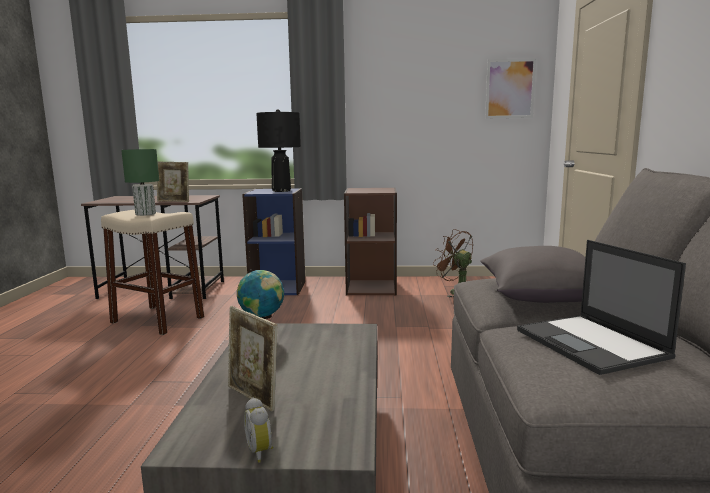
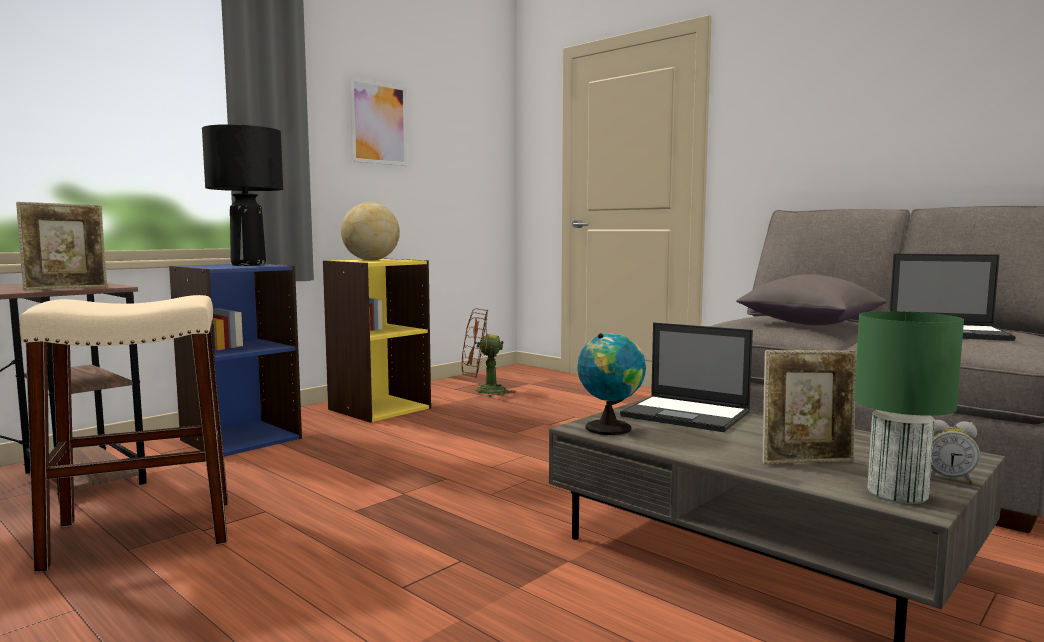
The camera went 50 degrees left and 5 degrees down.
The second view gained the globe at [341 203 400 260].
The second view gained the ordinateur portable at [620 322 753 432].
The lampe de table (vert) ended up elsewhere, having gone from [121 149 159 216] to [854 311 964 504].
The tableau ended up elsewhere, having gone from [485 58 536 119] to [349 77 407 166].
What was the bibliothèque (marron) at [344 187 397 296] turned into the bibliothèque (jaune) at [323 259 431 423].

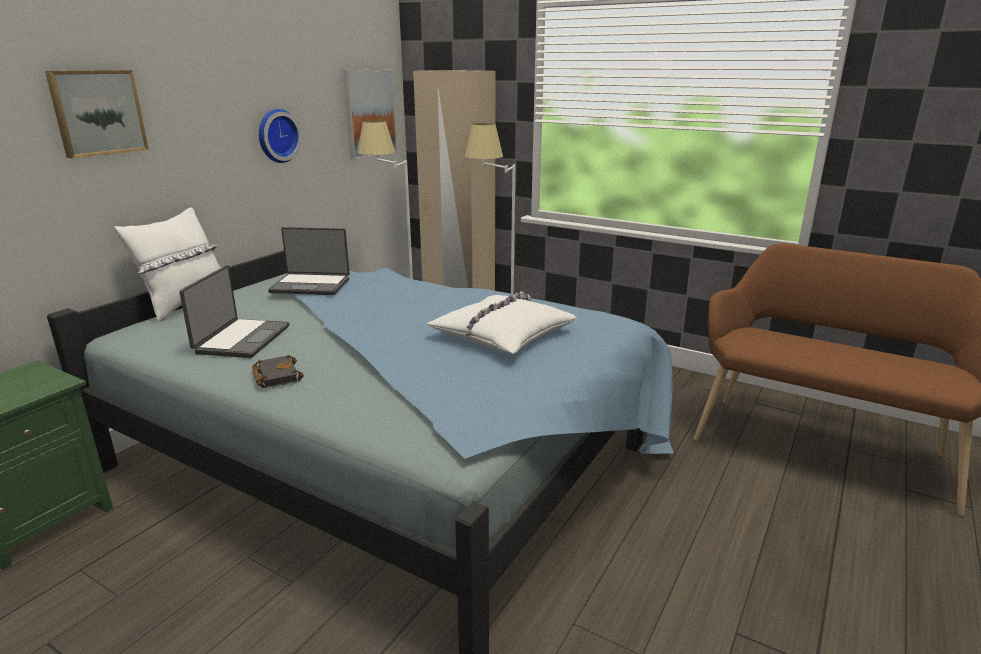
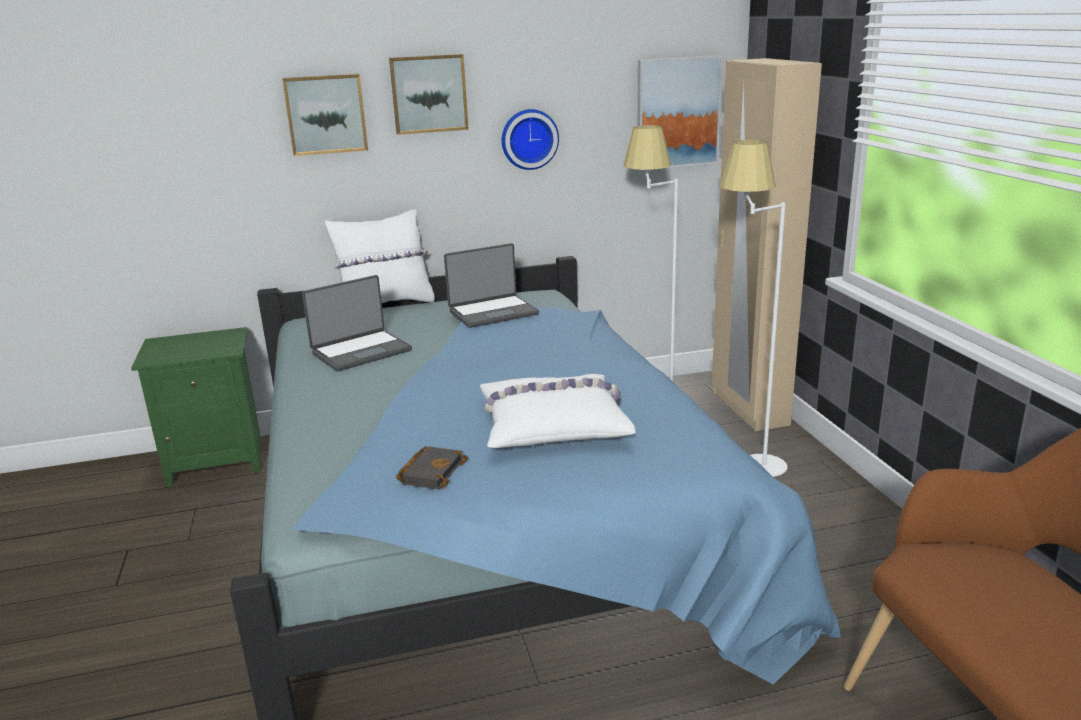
The camera went 45 degrees right and 0 degrees up.
The second view gained the tableau at [389 54 469 135].
The livre (noir) ended up elsewhere, having gone from [252 355 304 388] to [396 446 468 490].
The ordinateur portable at [268 227 350 295] ended up facing another way, 75 degrees counterclockwise from before.

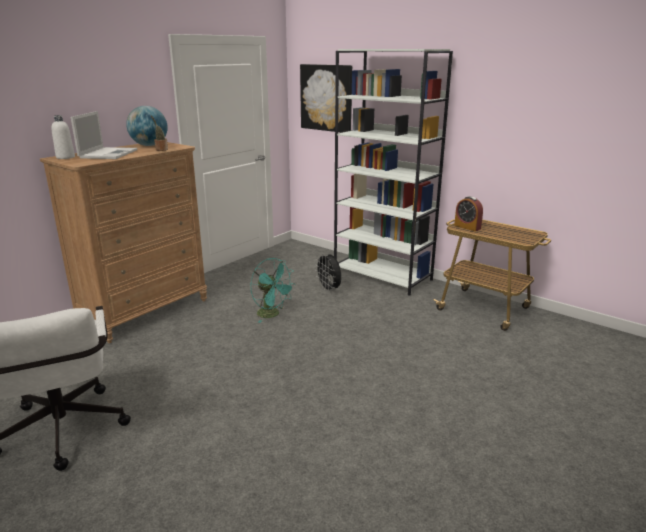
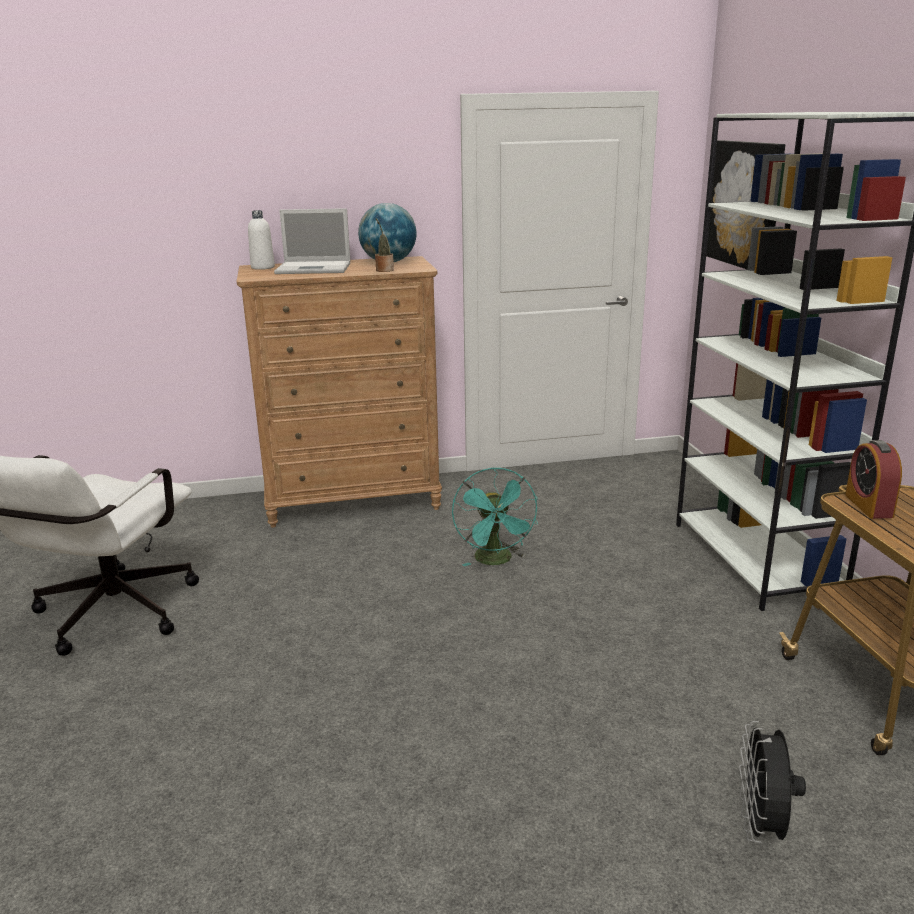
The camera went 40 degrees right and 0 degrees up.
The ventilateur (noir) ended up elsewhere, having gone from [315 253 341 292] to [739 721 806 843].
The ordinateur portable at [71 111 137 159] ended up facing another way, 45 degrees clockwise from before.

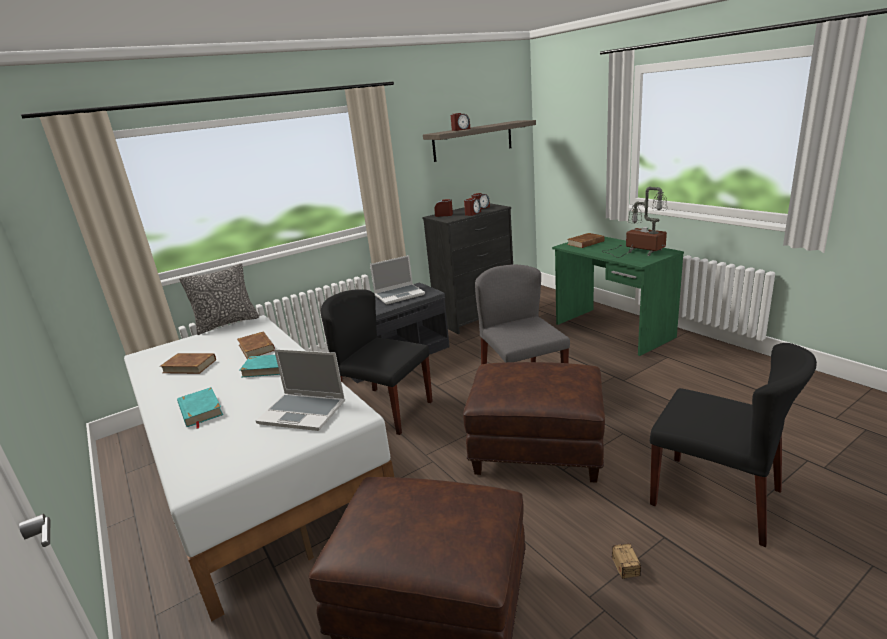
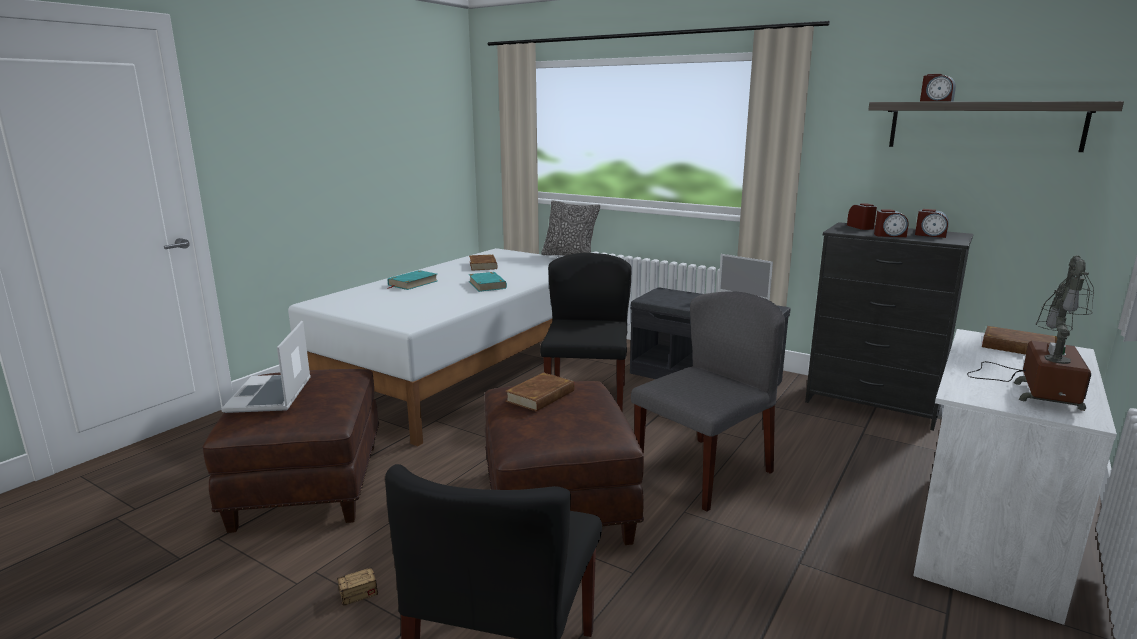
The camera went 65 degrees right and 5 degrees down.
The livre (marron) ended up elsewhere, having gone from [237 331 275 359] to [505 372 574 411].
The ordinateur portable ended up elsewhere, having gone from [256 349 345 431] to [221 321 311 413].
What was the bureau (vert) at [552 237 684 356] turned into the bureau (blanc) at [913 329 1117 625].

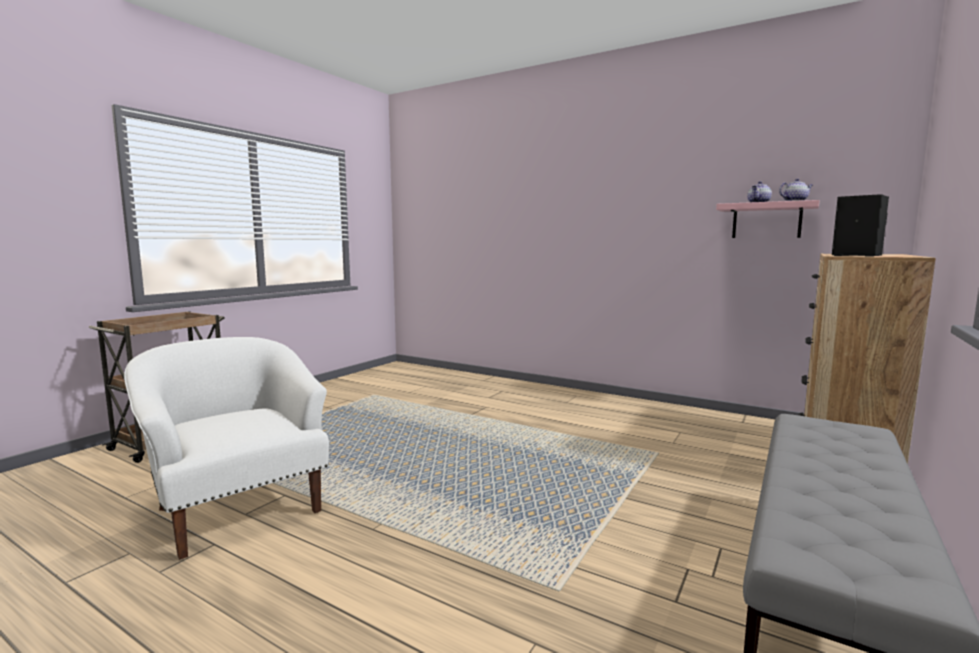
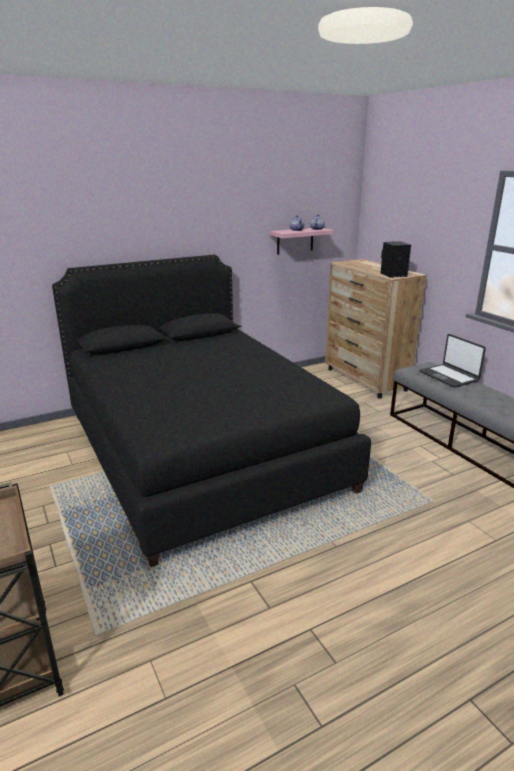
The camera went 60 degrees left and 15 degrees up.
The second view lost the fauteuil (blanc) at [124 337 329 560].
The second view gained the lit (noir) at [52 255 371 567].
The second view gained the ordinateur portable at [420 334 486 387].

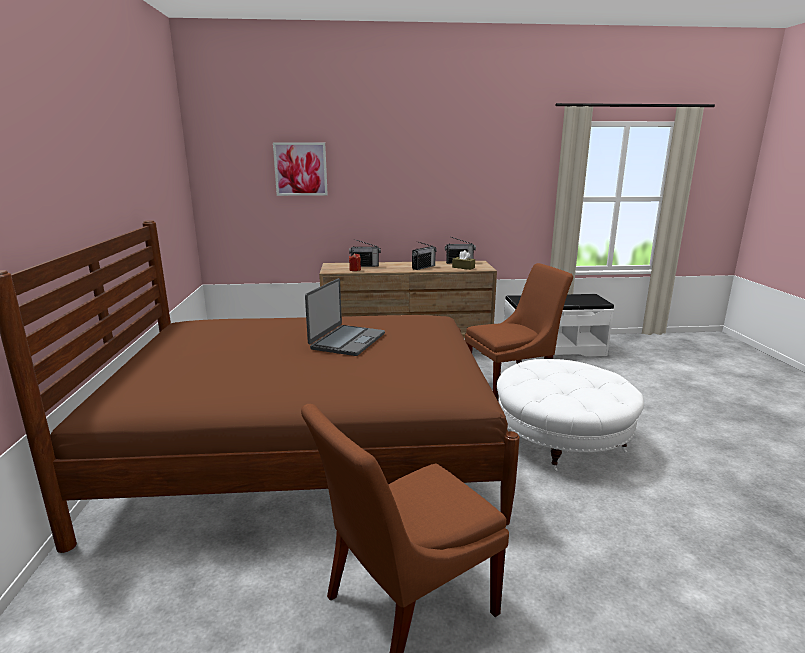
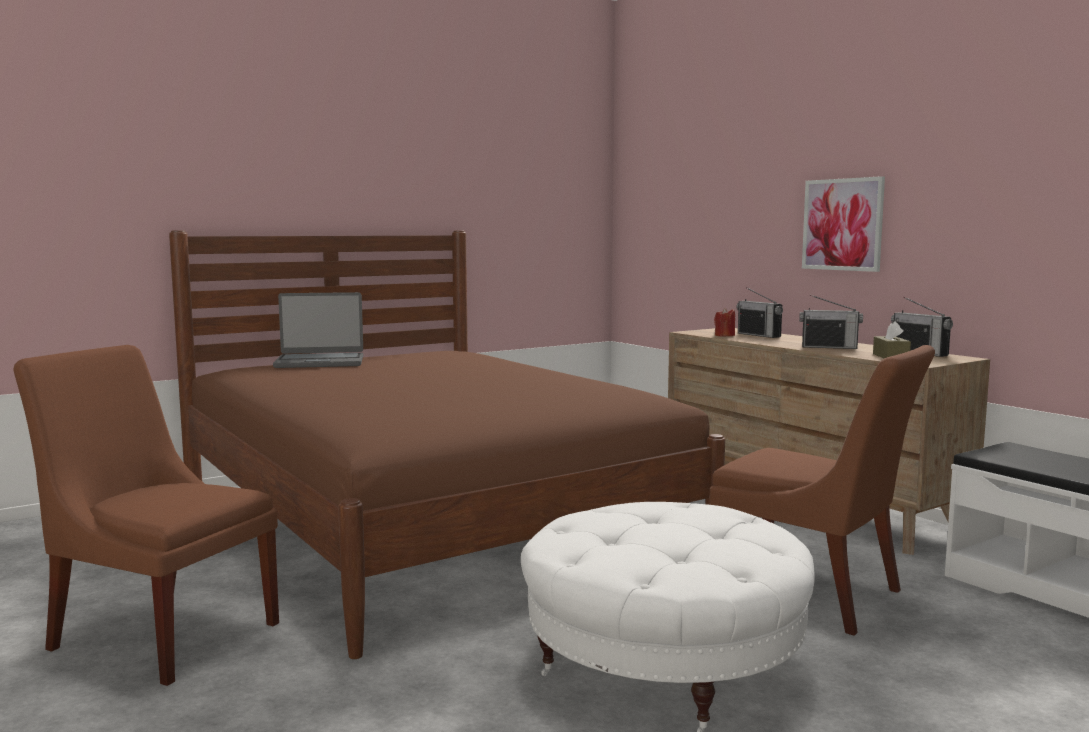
The camera went 60 degrees right and 10 degrees down.
The tableau ended up elsewhere, having gone from [273 143 328 196] to [802 176 885 272].
The ordinateur portable ended up elsewhere, having gone from [305 278 385 356] to [273 292 363 368].

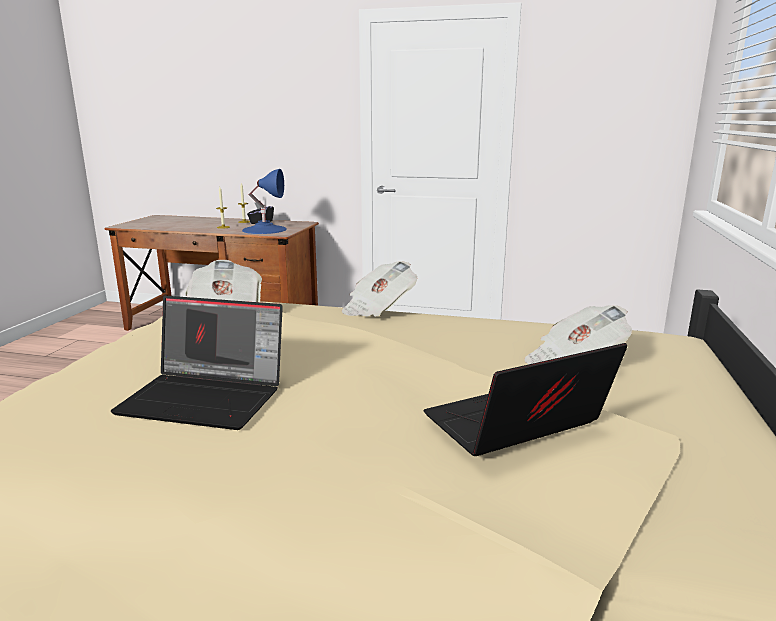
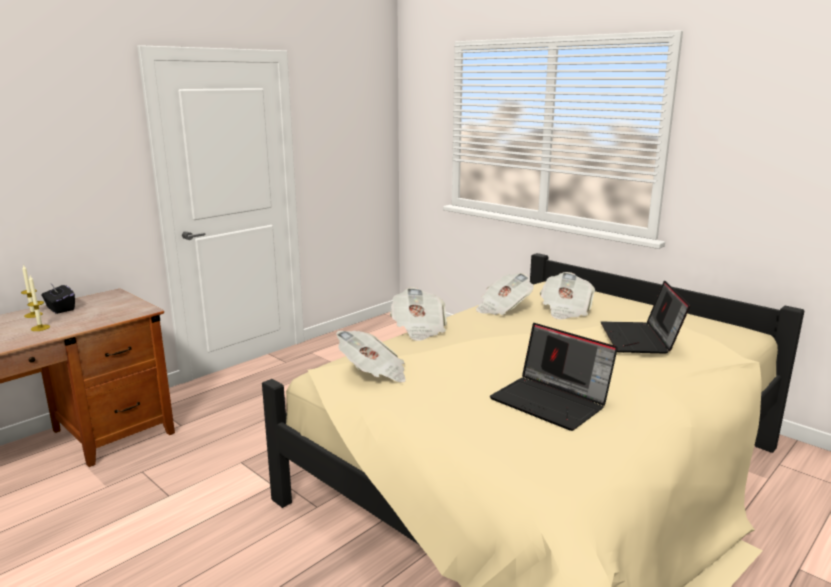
The camera went 60 degrees left and 0 degrees up.
The second view lost the lampe de table (bleu) at [242 169 287 234].
The second view gained the journal at [476 273 534 315].
The ordinateur portable at [111 296 283 430] ended up facing another way, 90 degrees clockwise from before.

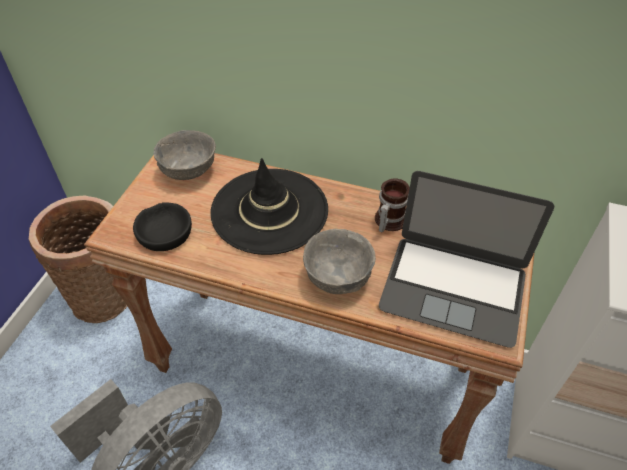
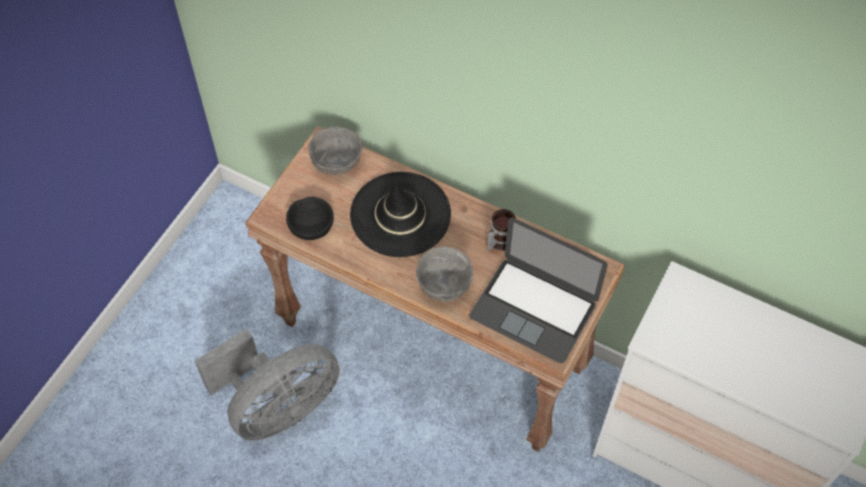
The camera went 10 degrees right and 10 degrees up.
The second view lost the panier at [29 196 127 323].

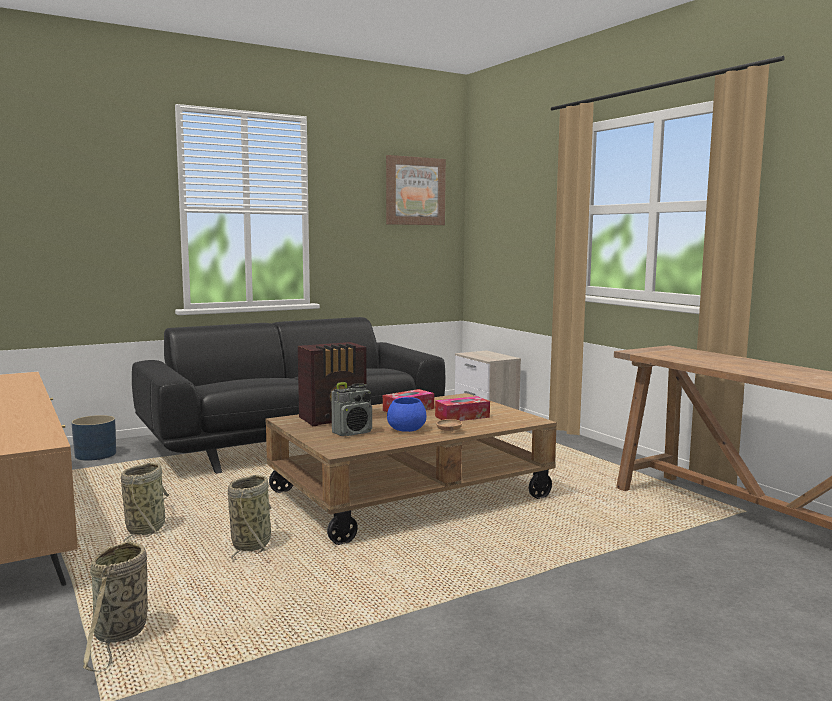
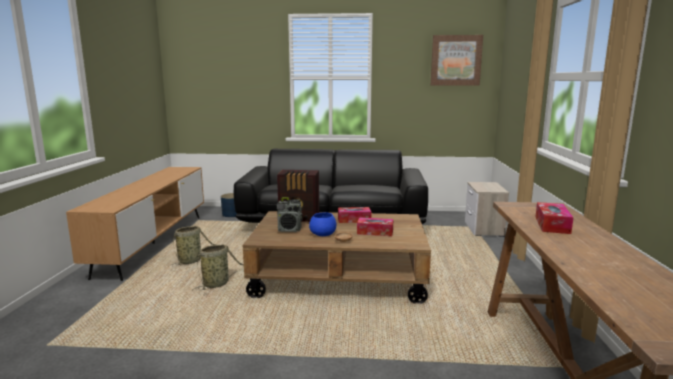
The camera went 35 degrees right and 5 degrees up.
The second view lost the panier at [83 538 148 672].
The second view gained the boîte à mouchoirs at [536 202 574 234].

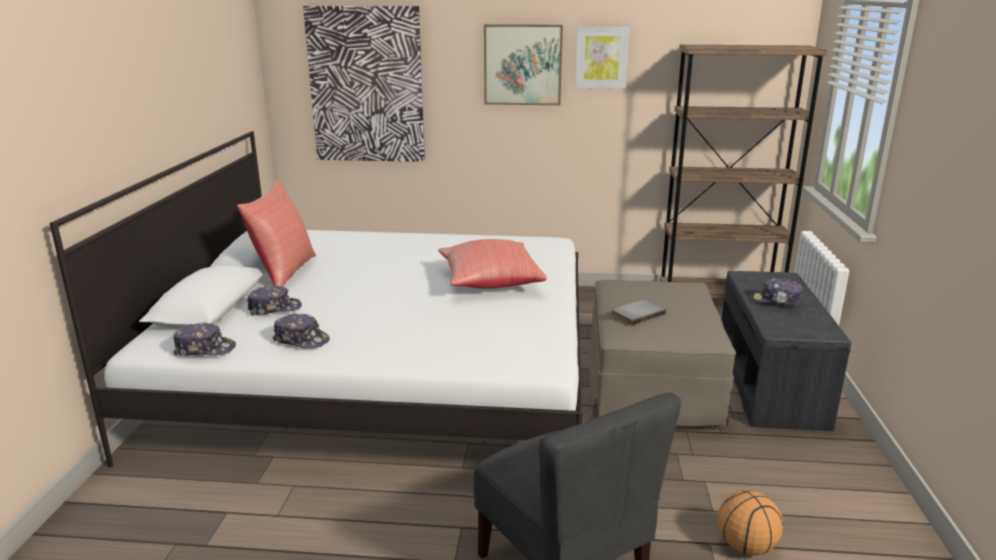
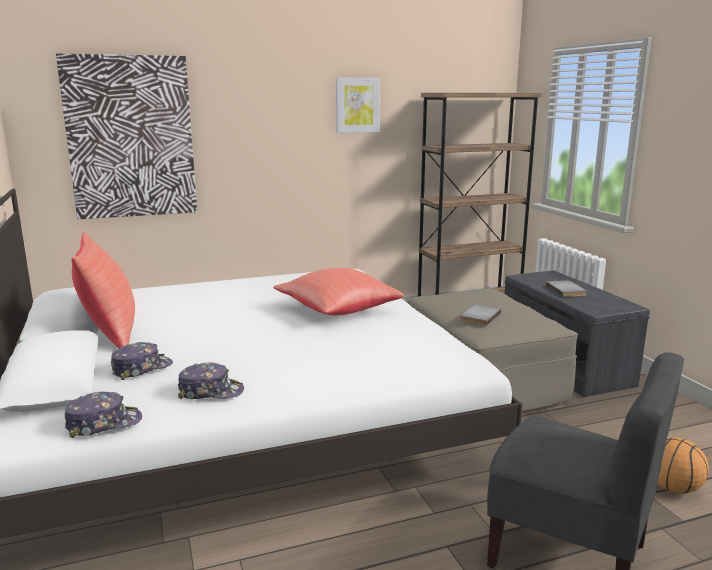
The camera went 25 degrees left and 5 degrees down.
The second view lost the tableau at [484 24 563 105].
Where the casquette stood at [750 278 803 306], the livre (gris) came to stand at [546 280 587 297].

